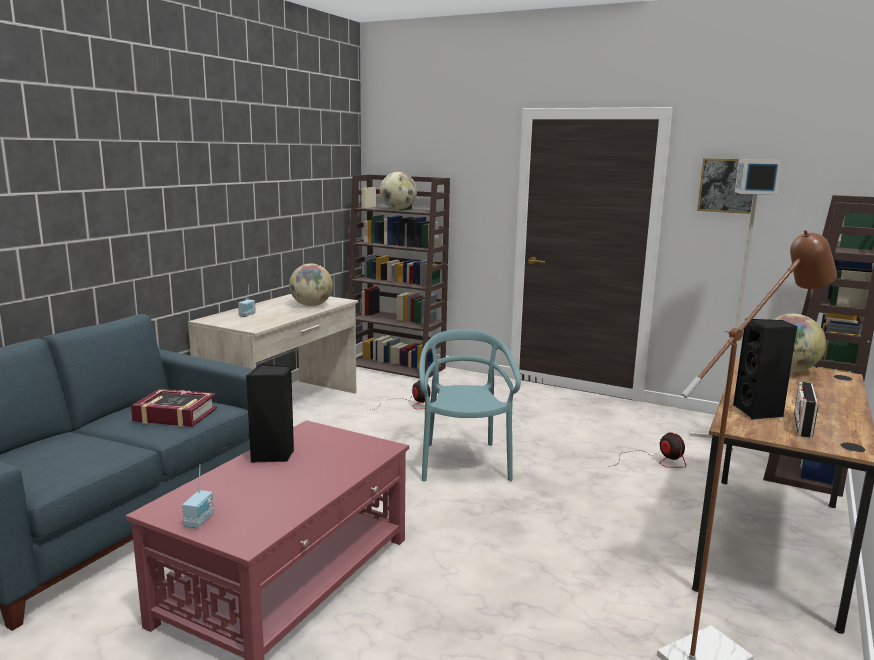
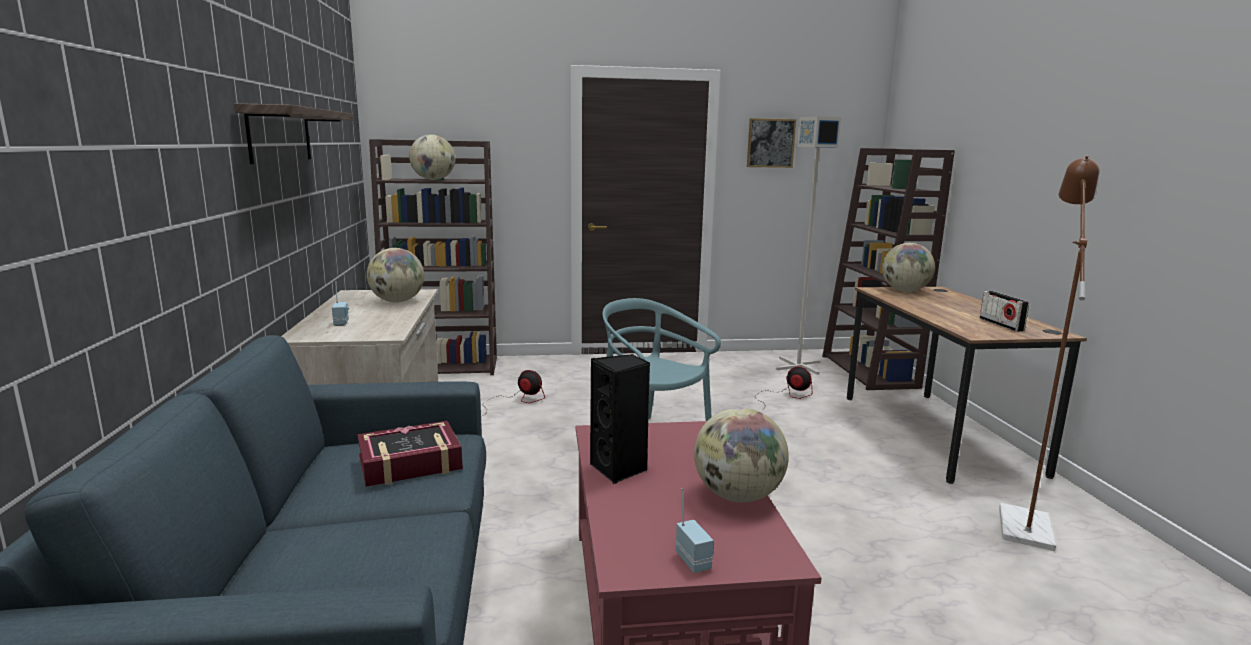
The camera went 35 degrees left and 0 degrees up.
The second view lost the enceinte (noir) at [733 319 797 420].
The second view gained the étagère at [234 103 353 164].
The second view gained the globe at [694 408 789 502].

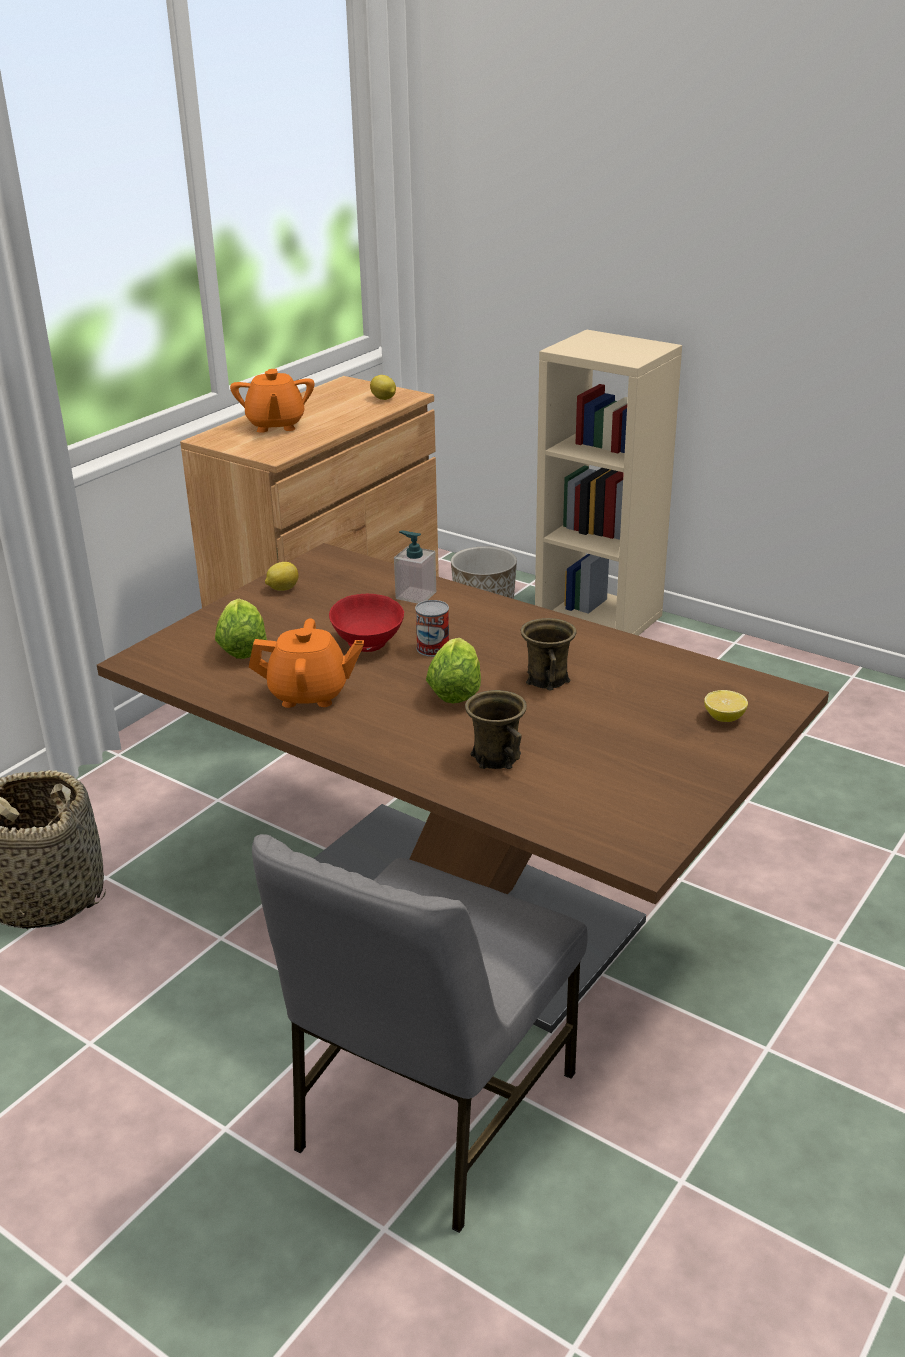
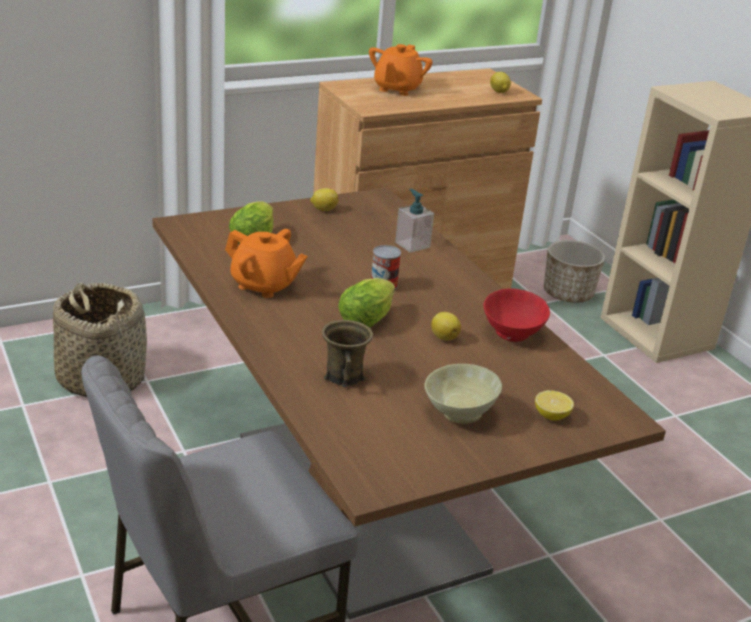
The camera went 25 degrees right and 0 degrees up.
The second view gained the bol (beige) at [425 364 502 424].
The bol (rouge) ended up elsewhere, having gone from [329 594 404 652] to [483 288 550 342].
Where the mug (marron) stood at [521 618 577 690], the citron came to stand at [431 312 461 341].

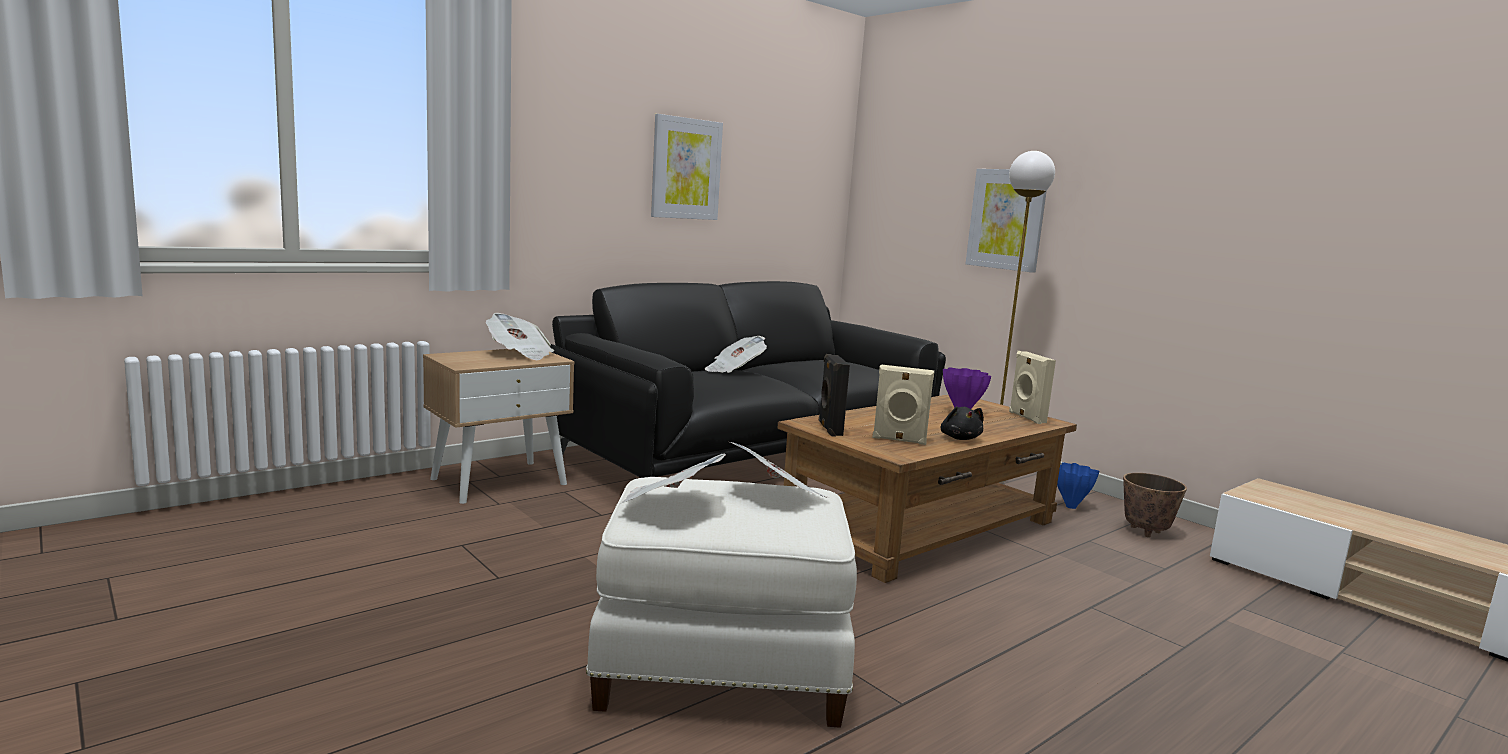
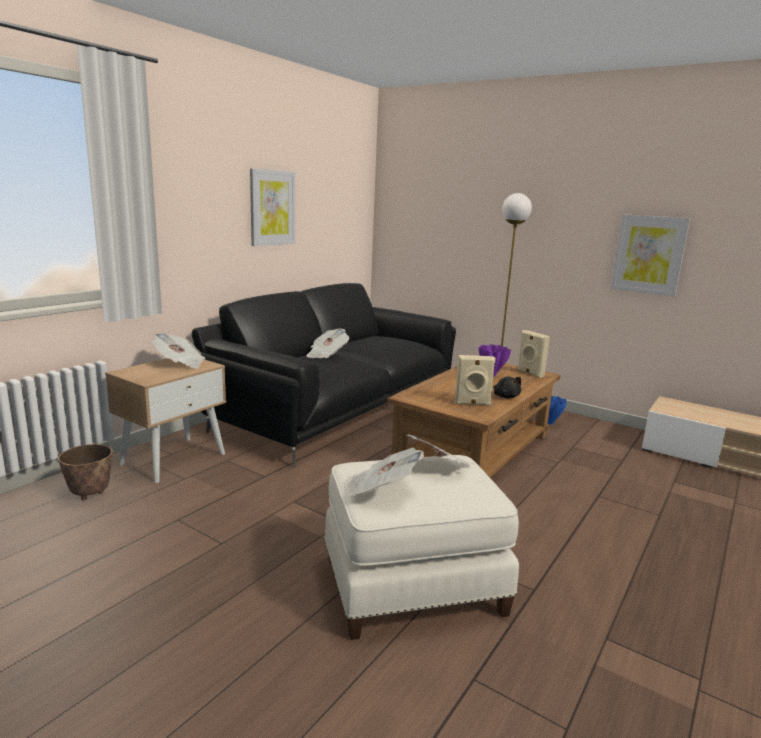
The camera went 15 degrees left and 5 degrees up.
The second view lost the enceinte (noir) at [819 354 850 436].
The tableau ended up elsewhere, having gone from [966 169 1047 273] to [611 214 690 296].
The cache-pot ended up elsewhere, having gone from [1123 473 1187 537] to [58 444 113 501].

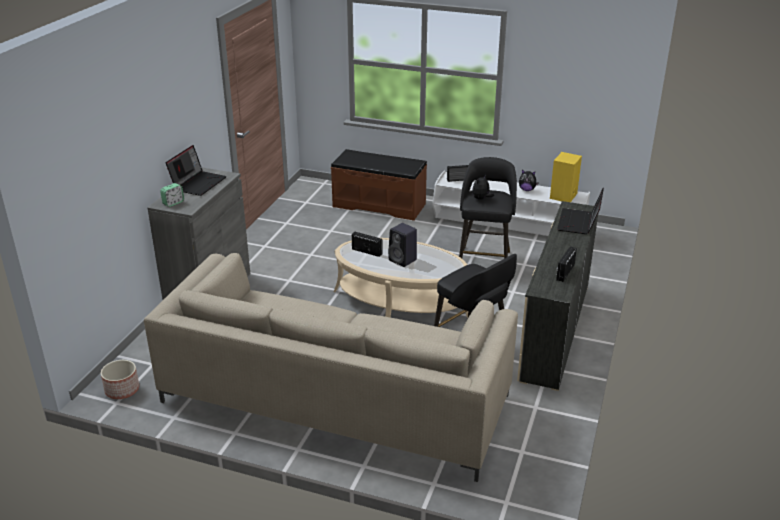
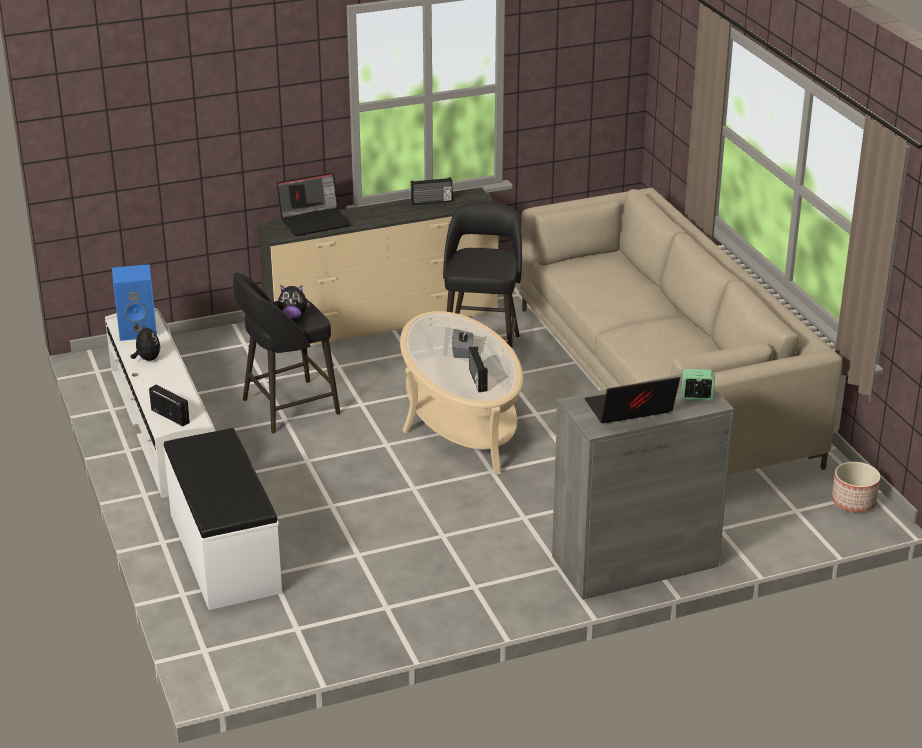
The camera went 130 degrees left and 0 degrees up.
Where the enceinte (noir) stood at [388 223 417 267], the boîte à mouchoirs (gris) came to stand at [452 329 473 358].
What was the banc (marron) at [331 149 427 221] turned into the banc (blanc) at [163 428 282 610].
What was the enceinte (jaune) at [550 152 582 202] turned into the enceinte (bleu) at [112 264 157 341].

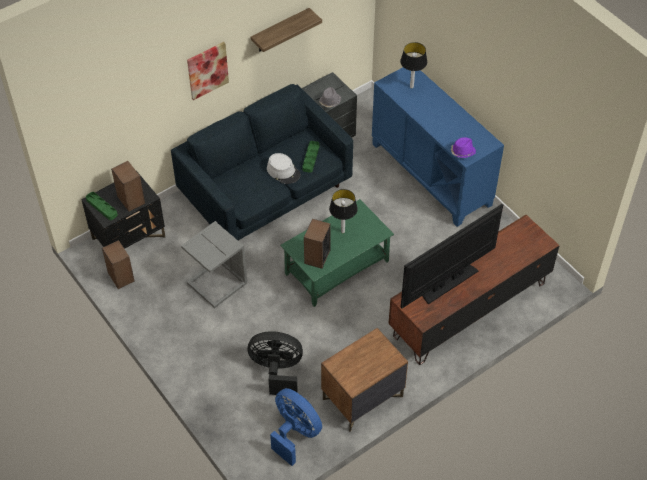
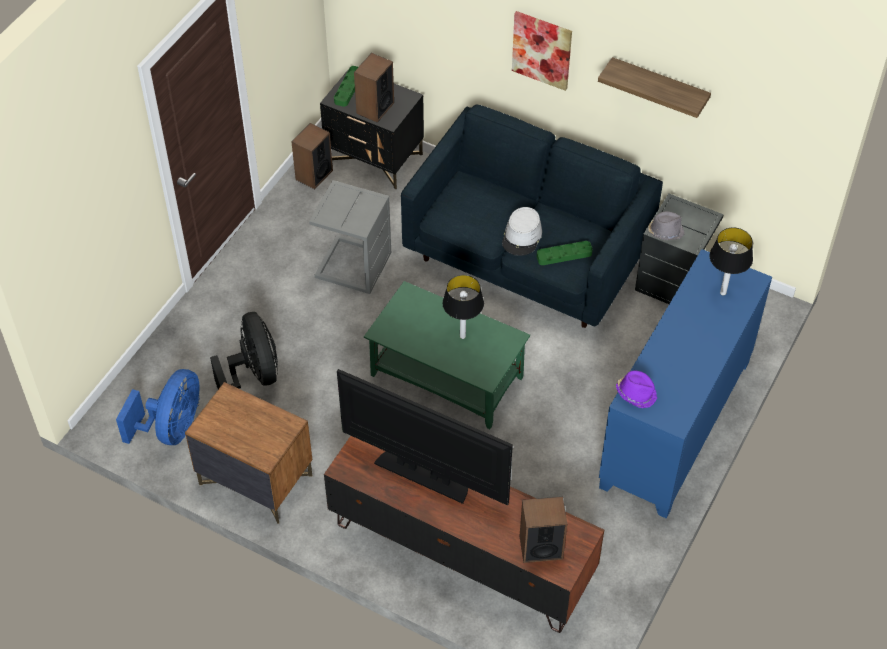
The camera went 65 degrees right and 0 degrees up.
The enceinte ended up elsewhere, having gone from [304 219 331 269] to [520 497 567 563].

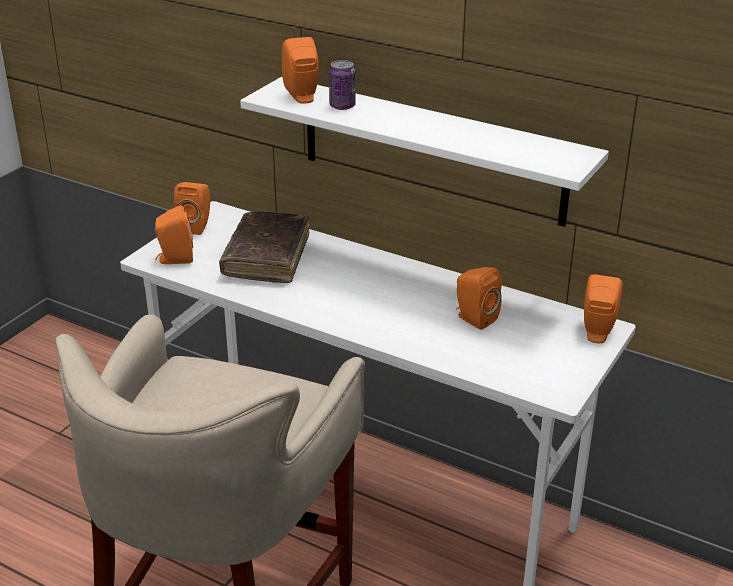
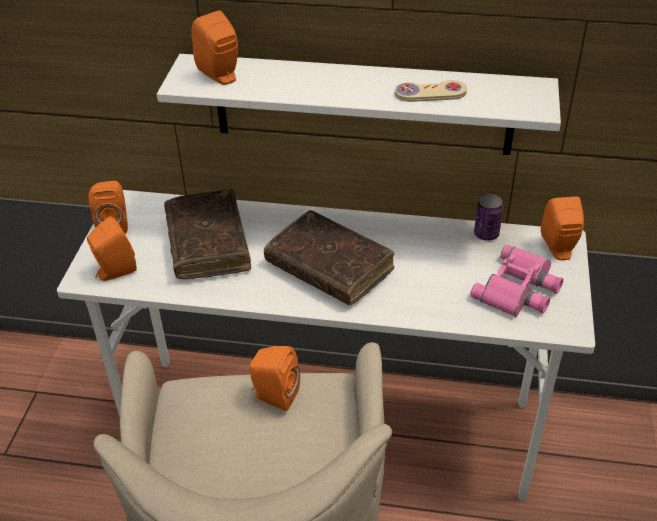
The camera went 20 degrees left and 10 degrees up.
The second view gained the livre (marron) at [264 210 395 306].
The second view gained the manette (beige) at [395 80 467 102].
The second view gained the jumelles (rose) at [470 245 563 317].
The boîte métallique ended up elsewhere, having gone from [329 60 356 110] to [474 194 503 241].
The enceinte (orange) ended up elsewhere, having gone from [456 267 502 330] to [249 346 300 411].

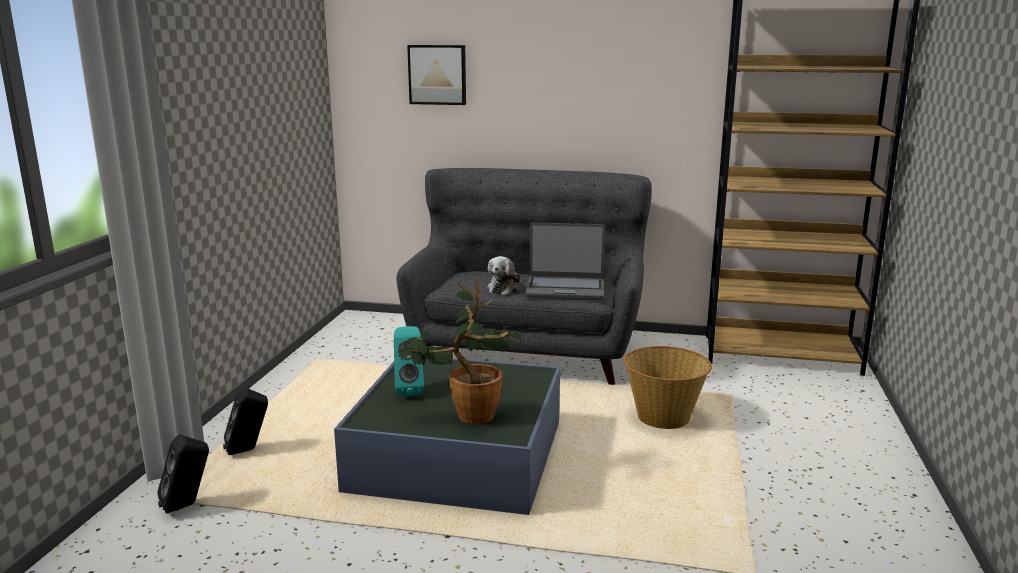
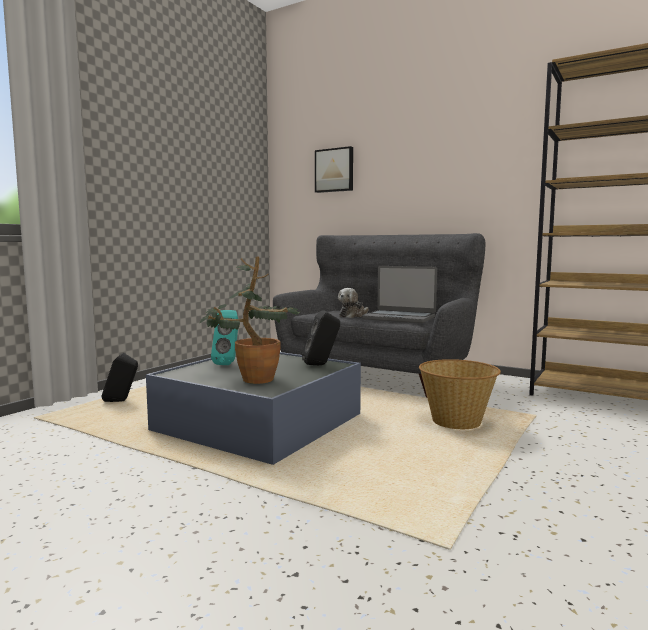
The camera went 20 degrees right and 10 degrees down.
The enceinte (noir) ended up elsewhere, having gone from [157 434 209 514] to [302 310 340 365].

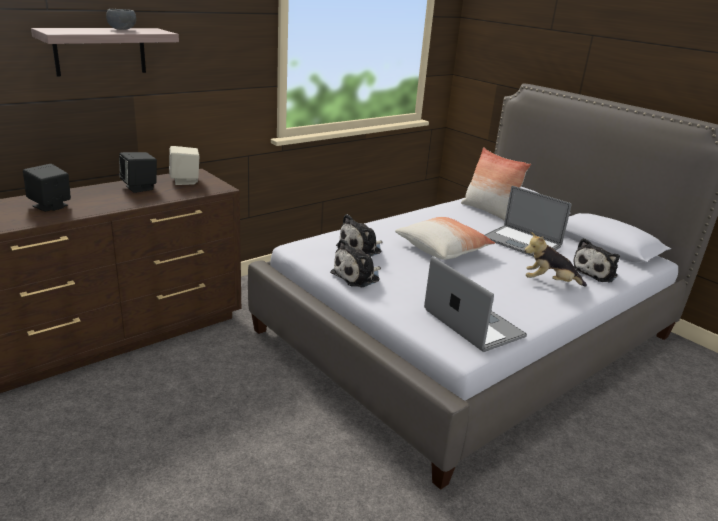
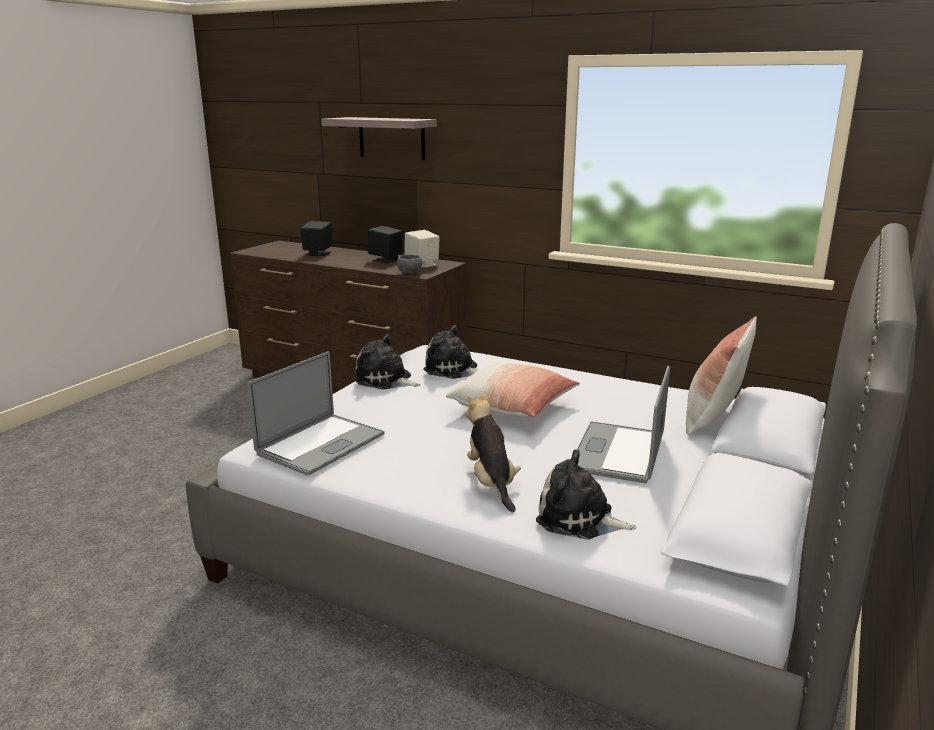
The camera went 70 degrees right and 5 degrees down.
The bol (gris) ended up elsewhere, having gone from [106 9 136 30] to [397 255 422 274].

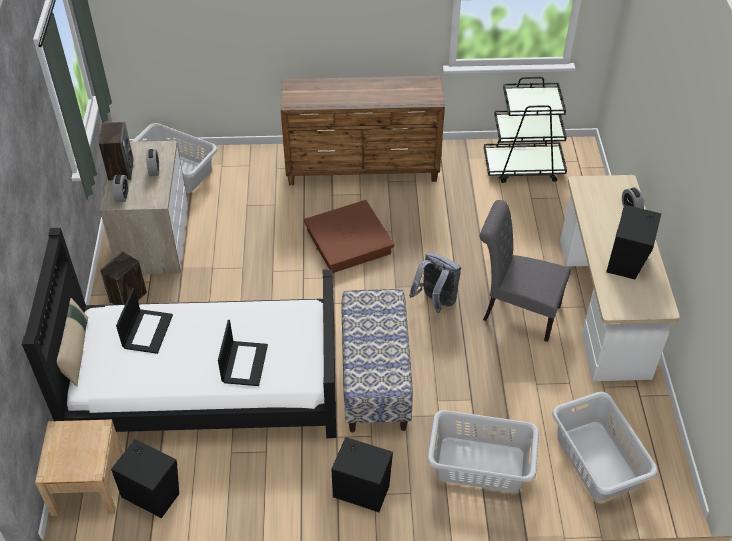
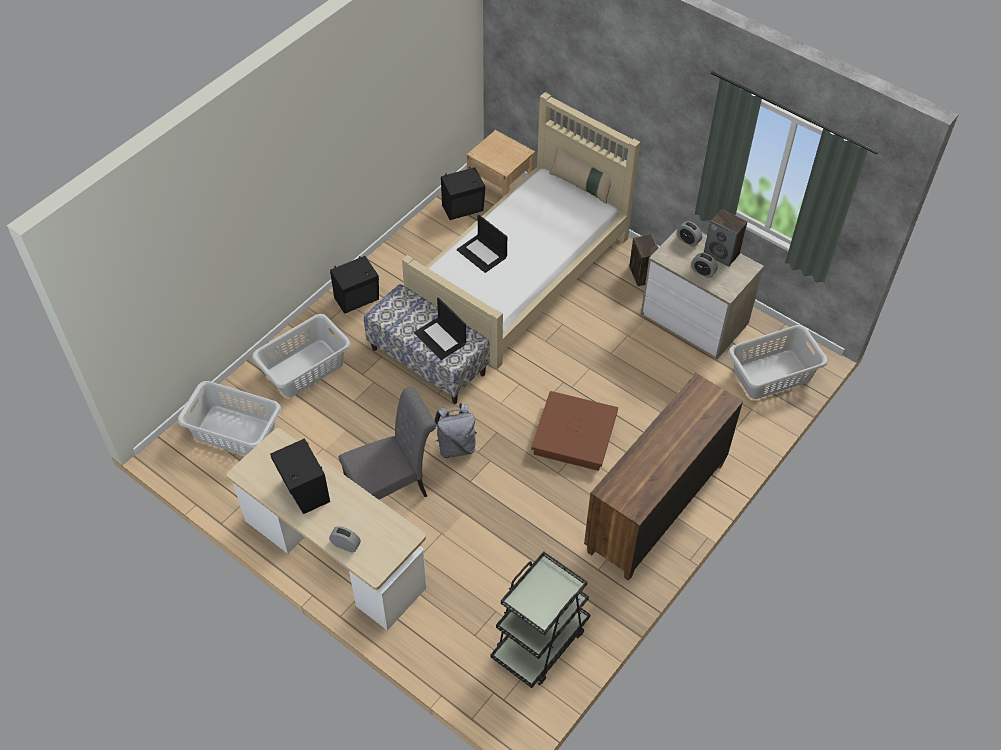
The camera went 130 degrees right and 5 degrees up.
The ordinateur portable ended up elsewhere, having gone from [116 288 173 354] to [414 297 466 360].
What was the lit (noir) at [22 228 337 438] turned into the lit (beige) at [402 92 641 369].

